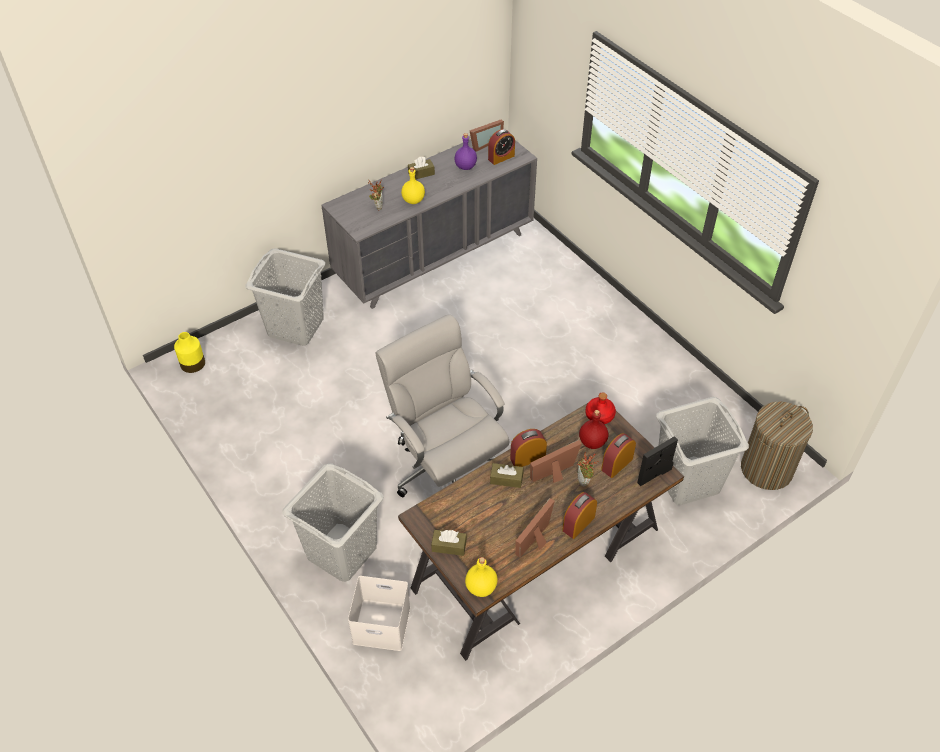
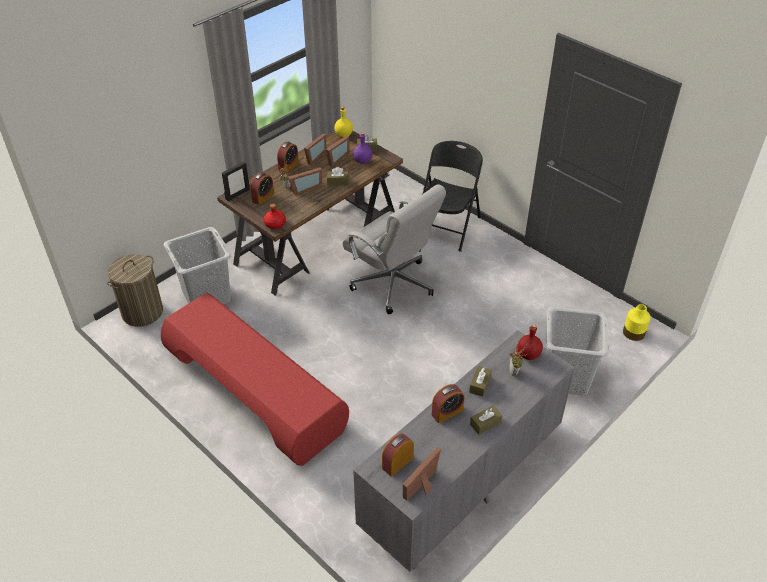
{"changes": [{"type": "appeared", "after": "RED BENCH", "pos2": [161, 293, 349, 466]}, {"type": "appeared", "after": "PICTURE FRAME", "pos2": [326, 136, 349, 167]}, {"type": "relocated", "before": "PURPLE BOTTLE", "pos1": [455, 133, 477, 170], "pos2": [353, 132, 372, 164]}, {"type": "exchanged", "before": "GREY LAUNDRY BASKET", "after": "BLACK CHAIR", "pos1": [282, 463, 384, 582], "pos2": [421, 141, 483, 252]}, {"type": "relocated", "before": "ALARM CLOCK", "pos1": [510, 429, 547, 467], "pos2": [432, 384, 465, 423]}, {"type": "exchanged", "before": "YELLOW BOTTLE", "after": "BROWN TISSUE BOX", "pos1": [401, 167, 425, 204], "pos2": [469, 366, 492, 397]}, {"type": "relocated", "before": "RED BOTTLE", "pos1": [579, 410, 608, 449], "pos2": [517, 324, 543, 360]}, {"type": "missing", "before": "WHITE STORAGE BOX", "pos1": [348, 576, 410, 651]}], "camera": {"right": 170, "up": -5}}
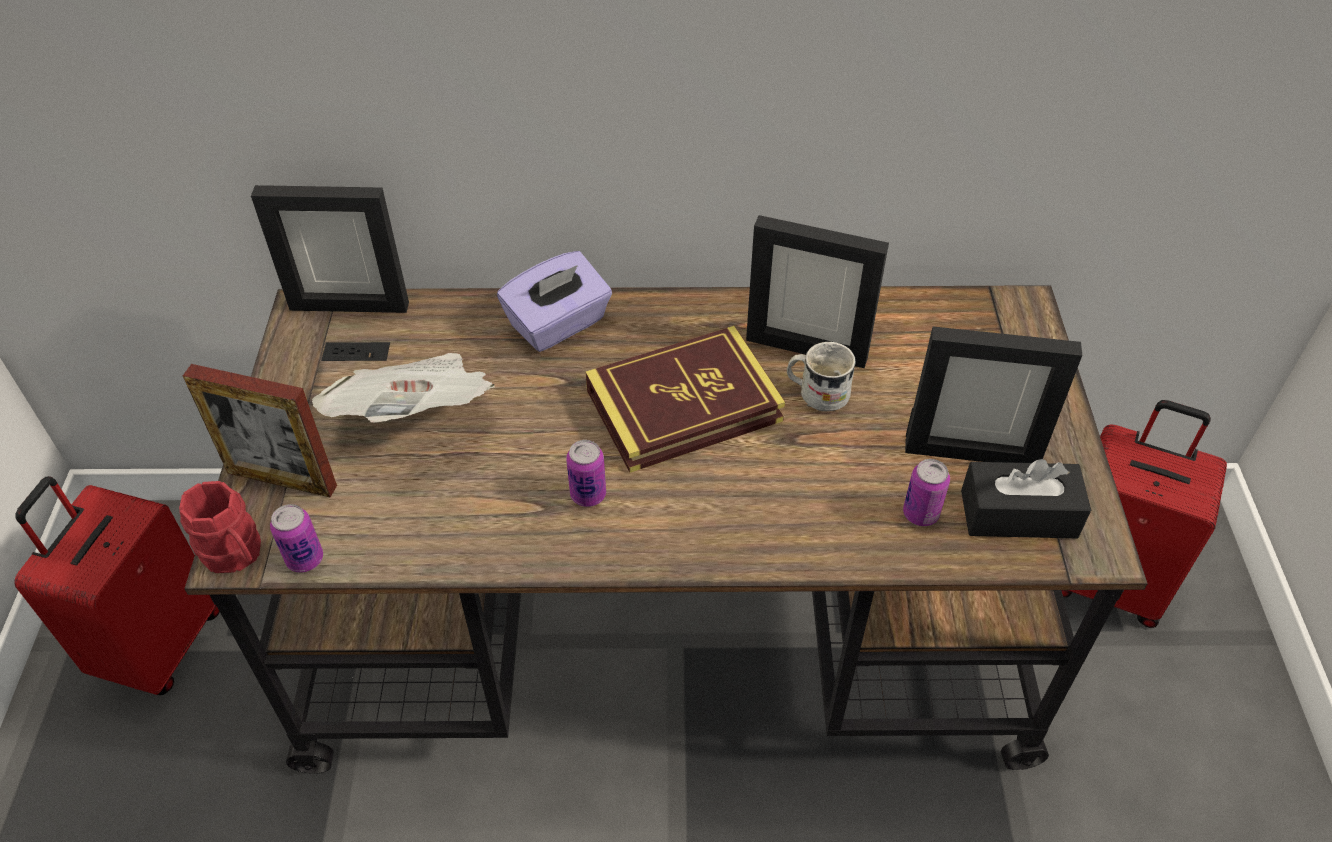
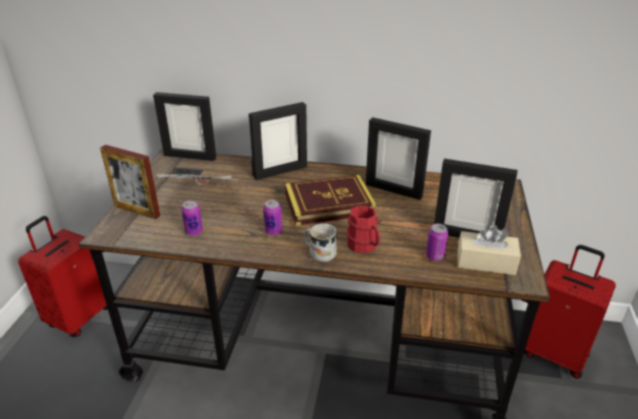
{"changes": [{"type": "relocated", "before": "CAN", "pos1": [270, 504, 323, 573], "pos2": [181, 201, 203, 236]}, {"type": "exchanged", "before": "PURPLE TISSUE BOX", "after": "PICTURE FRAME", "pos1": [497, 251, 612, 352], "pos2": [249, 102, 307, 180]}, {"type": "relocated", "before": "WHITE MUG", "pos1": [787, 342, 856, 412], "pos2": [303, 223, 337, 262]}, {"type": "relocated", "before": "RED MUG", "pos1": [179, 481, 261, 573], "pos2": [346, 206, 380, 253]}, {"type": "colour", "before": "BLACK TISSUE BOX", "after": "BEIGE TISSUE BOX", "pos1": [961, 459, 1091, 539], "pos2": [458, 225, 521, 275]}], "camera": {"right": 10, "up": -15}}
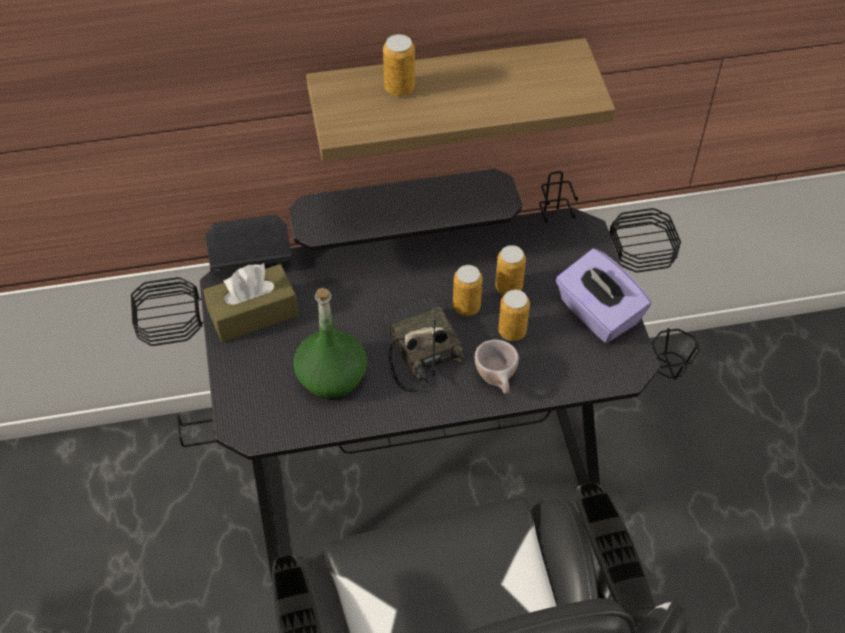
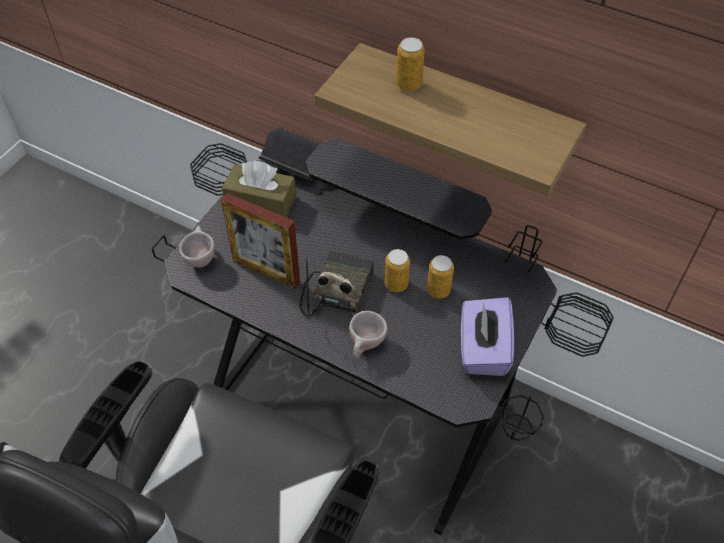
{"changes": [{"type": "appeared", "after": "BEIGE CUP", "pos2": [179, 226, 215, 268]}, {"type": "exchanged", "before": "GREEN BOTTLE", "after": "PICTURE FRAME", "pos1": [294, 288, 367, 399], "pos2": [221, 193, 300, 288]}, {"type": "missing", "before": "CAN", "pos1": [498, 290, 530, 341]}], "camera": {"right": 40, "up": 0}}
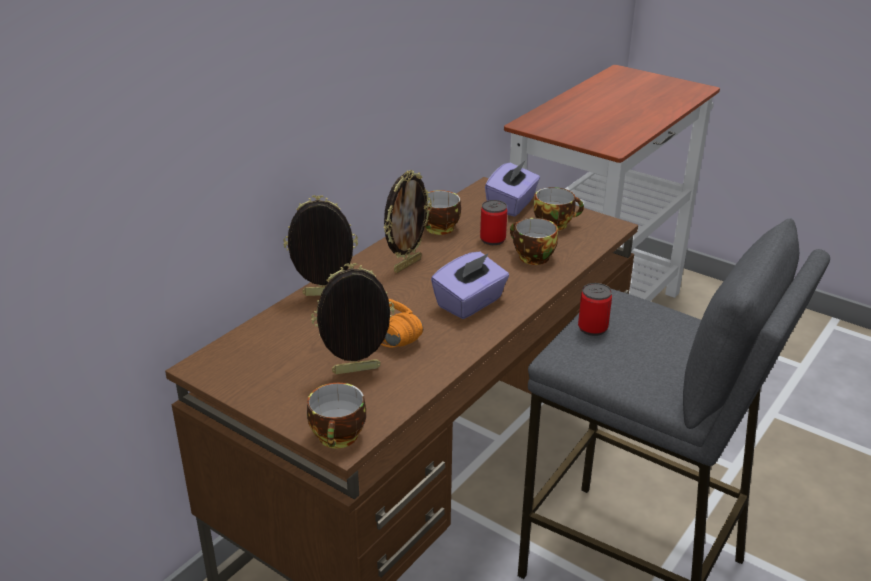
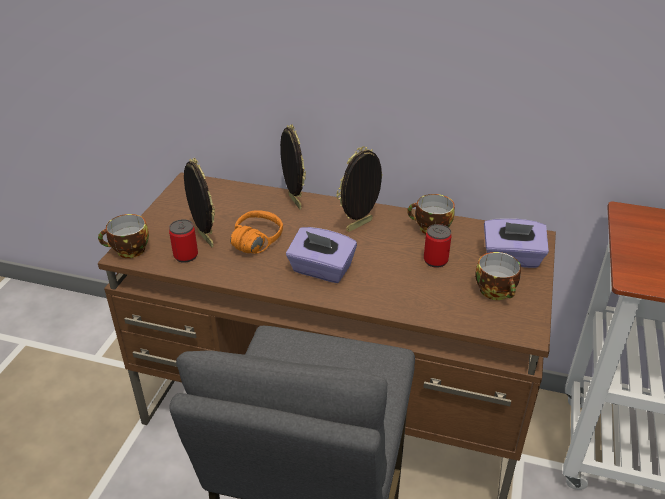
{"changes": [{"type": "relocated", "before": "CAN", "pos1": [578, 283, 612, 336], "pos2": [169, 219, 198, 263]}, {"type": "spun", "before": "PICTURE FRAME", "pos1": [383, 170, 432, 273], "pos2": [336, 146, 383, 232], "turn": 120}, {"type": "missing", "before": "CUP", "pos1": [510, 218, 558, 265]}], "camera": {"right": 70, "up": 5}}
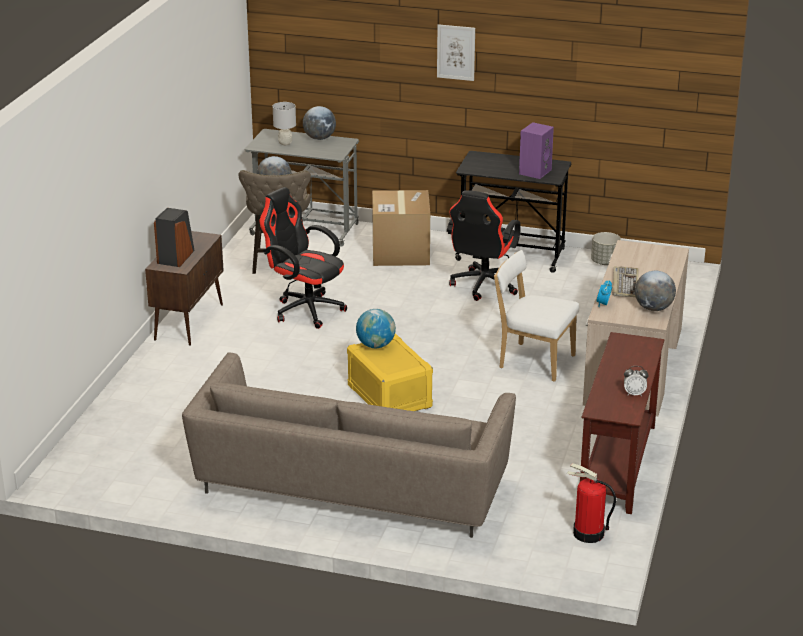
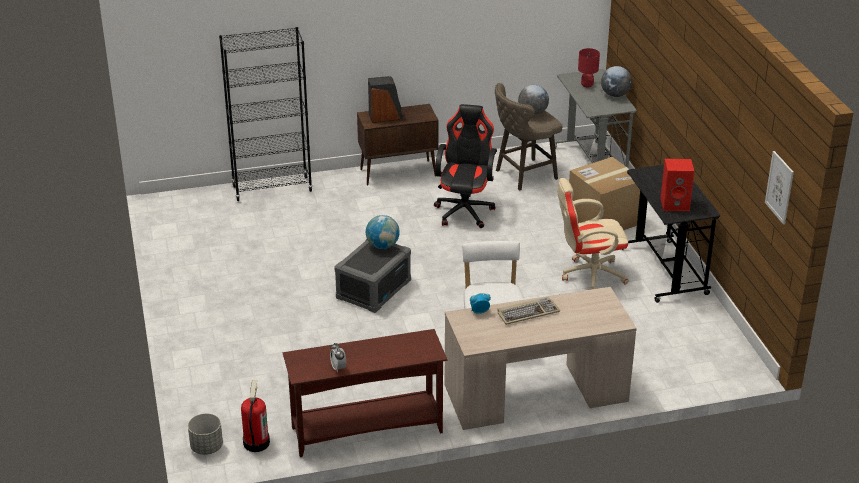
{"changes": [{"type": "relocated", "before": "GREY PLANTER", "pos1": [591, 232, 621, 265], "pos2": [188, 413, 223, 455]}, {"type": "appeared", "after": "BLACK BOOKCASE", "pos2": [219, 27, 313, 201]}, {"type": "colour", "before": "YELLOW STORAGE BOX", "after": "GREY STORAGE BOX", "pos1": [347, 334, 433, 411], "pos2": [334, 239, 411, 313]}, {"type": "colour", "before": "BLACK OFFICE CHAIR", "after": "BEIGE OFFICE CHAIR", "pos1": [447, 190, 521, 301], "pos2": [557, 178, 628, 290]}, {"type": "colour", "before": "GREY TABLE LAMP", "after": "RED TABLE LAMP", "pos1": [273, 102, 296, 145], "pos2": [578, 48, 600, 88]}, {"type": "colour", "before": "PURPLE SPEAKER", "after": "RED SPEAKER", "pos1": [519, 122, 554, 179], "pos2": [660, 159, 694, 211]}, {"type": "relocated", "before": "PICTURE", "pos1": [437, 24, 475, 81], "pos2": [765, 151, 794, 225]}, {"type": "missing", "before": "BEIGE SOFA", "pos1": [182, 352, 516, 538]}, {"type": "missing", "before": "GLOBE", "pos1": [635, 271, 676, 311]}], "camera": {"right": 60, "up": 5}}
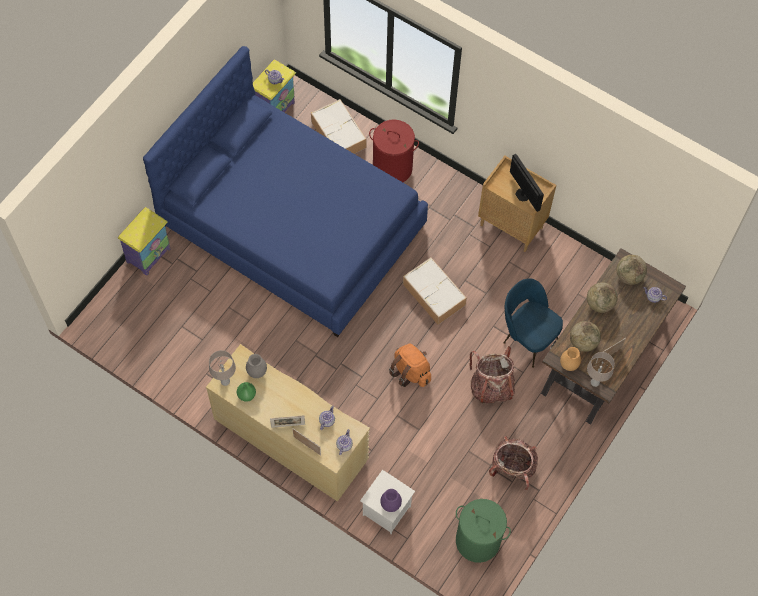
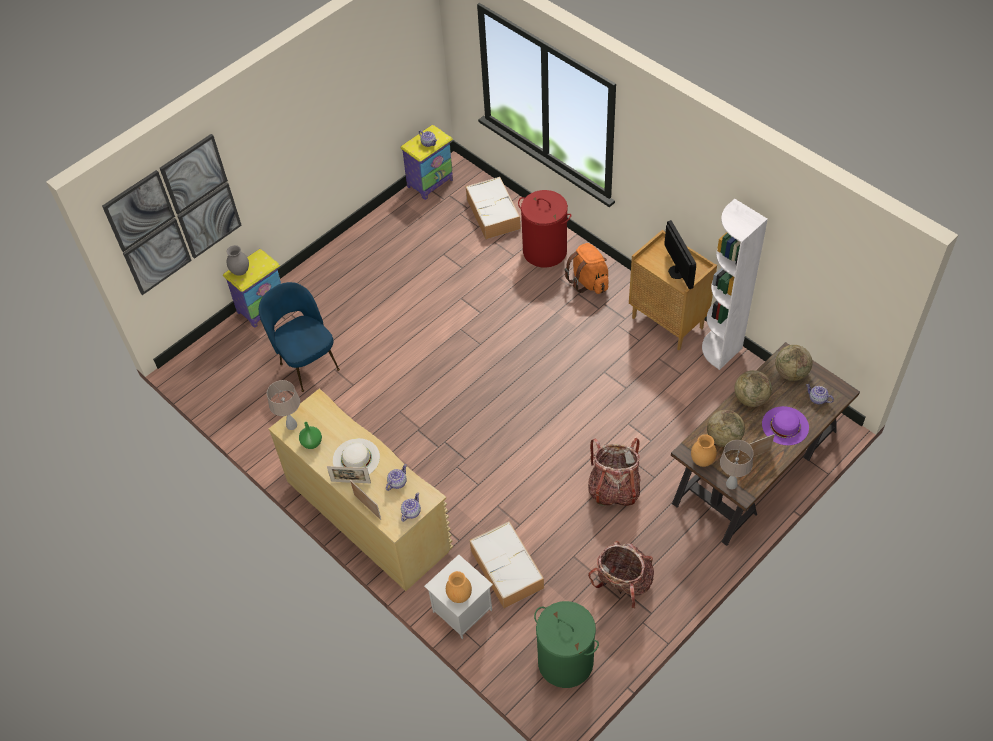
{"changes": [{"type": "appeared", "after": "PICTURE", "pos2": [102, 134, 242, 295]}, {"type": "relocated", "before": "GREY VASE", "pos1": [246, 354, 267, 378], "pos2": [227, 245, 249, 276]}, {"type": "relocated", "before": "BLUE CHAIR", "pos1": [503, 278, 563, 368], "pos2": [259, 282, 340, 392]}, {"type": "appeared", "after": "WHITE HAT", "pos2": [333, 438, 380, 474]}, {"type": "colour", "before": "PURPLE VASE", "after": "BROWN VASE", "pos1": [380, 489, 402, 512], "pos2": [446, 571, 472, 603]}, {"type": "relocated", "before": "STORAGE BOX", "pos1": [403, 258, 467, 325], "pos2": [469, 521, 544, 608]}, {"type": "relocated", "before": "ORANGE BACKPACK", "pos1": [389, 344, 431, 387], "pos2": [564, 243, 608, 294]}, {"type": "appeared", "after": "WHITE BOOKCASE", "pos2": [702, 199, 768, 370]}, {"type": "appeared", "after": "PURPLE HAT", "pos2": [762, 406, 809, 445]}, {"type": "missing", "before": "BLUE BED", "pos1": [143, 46, 428, 337]}], "camera": {"right": 15, "up": -10}}
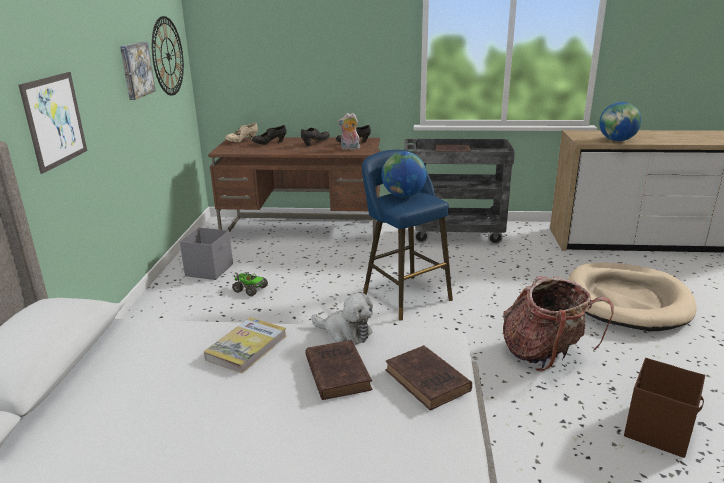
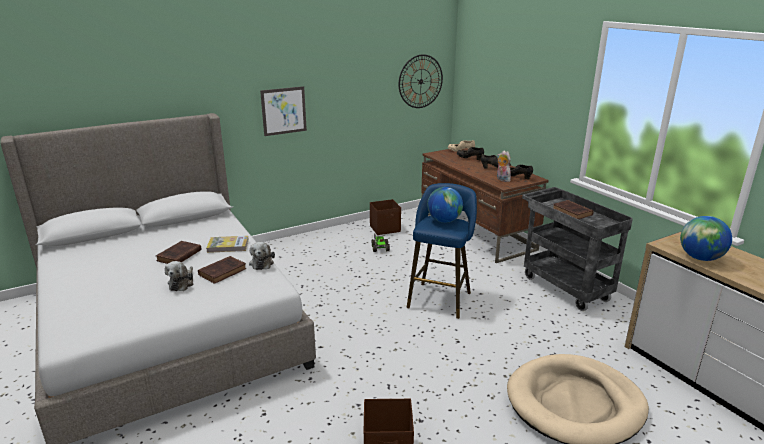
{"changes": [{"type": "relocated", "before": "BROWN BOOK", "pos1": [385, 345, 472, 410], "pos2": [156, 241, 202, 264]}, {"type": "appeared", "after": "PLUSH TOY", "pos2": [165, 261, 194, 291]}, {"type": "colour", "before": "GREY STORAGE BOX", "after": "BROWN STORAGE BOX", "pos1": [180, 227, 233, 280], "pos2": [370, 199, 401, 235]}, {"type": "missing", "before": "PICTURE", "pos1": [120, 42, 156, 100]}, {"type": "missing", "before": "BACKPACK", "pos1": [503, 276, 614, 372]}], "camera": {"right": 55, "up": 0}}
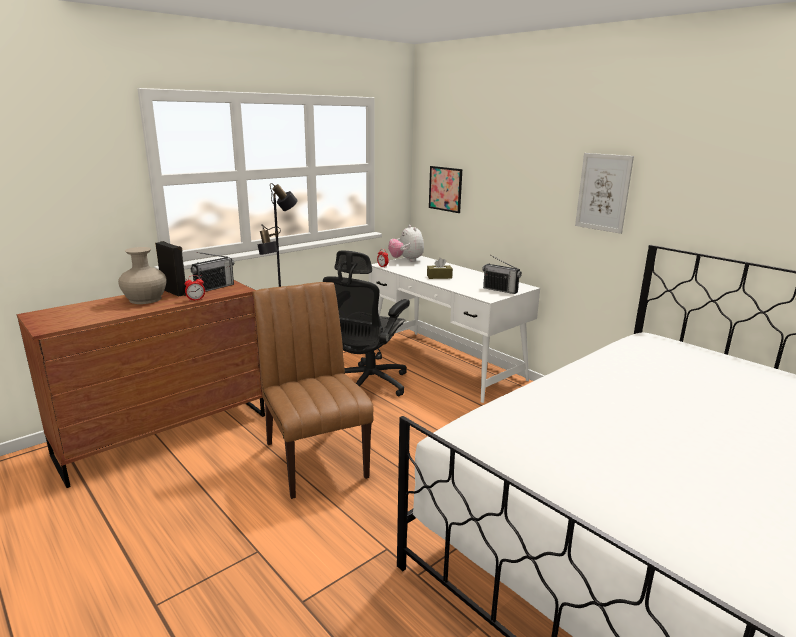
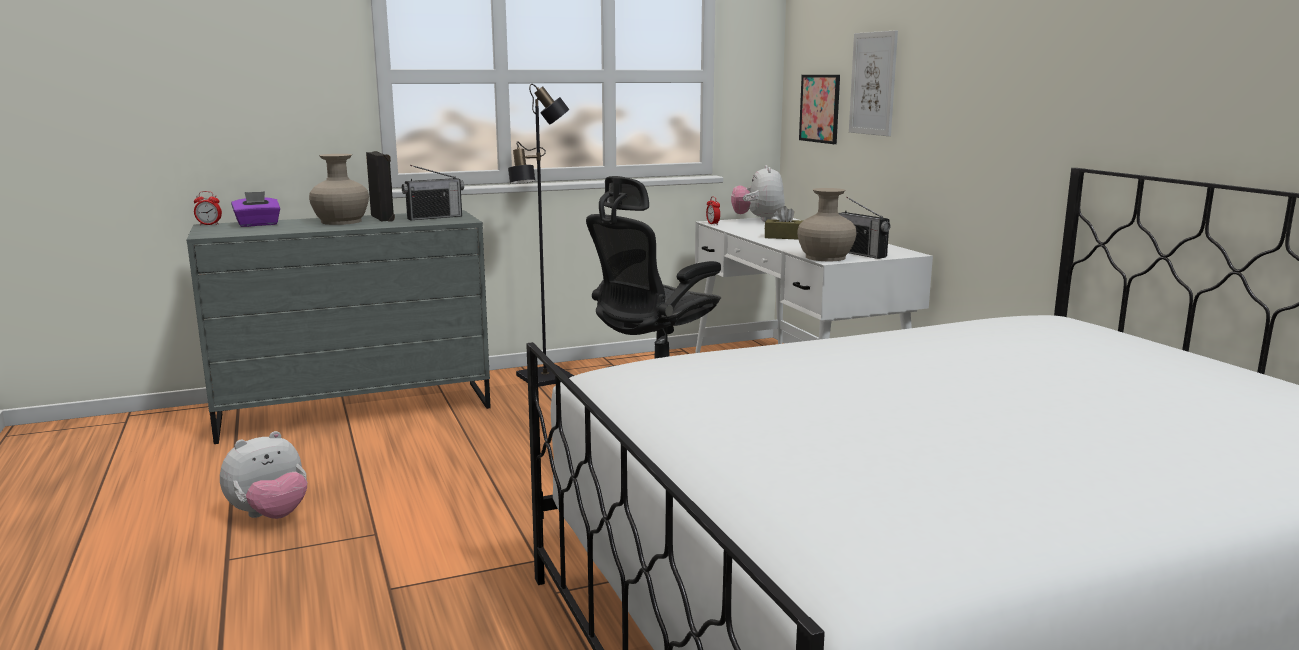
{"changes": [{"type": "colour", "before": "BROWN DRESSER", "after": "GREY DRESSER", "pos1": [17, 280, 265, 488], "pos2": [186, 210, 491, 444]}, {"type": "relocated", "before": "ALARM CLOCK", "pos1": [185, 275, 205, 301], "pos2": [194, 191, 222, 225]}, {"type": "appeared", "after": "PLUSH TOY", "pos2": [220, 431, 307, 519]}, {"type": "appeared", "after": "PURPLE TISSUE BOX", "pos2": [231, 191, 280, 227]}, {"type": "appeared", "after": "BEIGE VASE", "pos2": [797, 188, 856, 261]}, {"type": "relocated", "before": "PICTURE", "pos1": [575, 153, 634, 234], "pos2": [849, 30, 898, 136]}, {"type": "missing", "before": "BROWN CHAIR", "pos1": [253, 282, 374, 499]}], "camera": {"right": 20, "up": -5}}
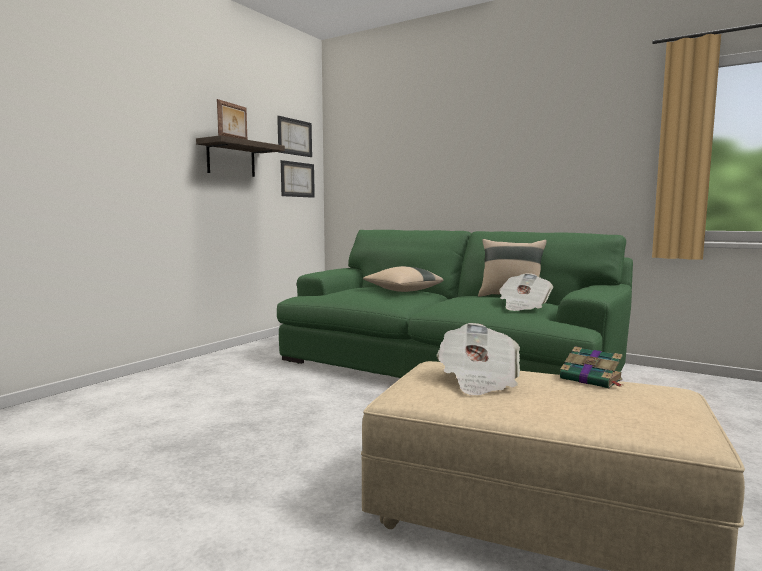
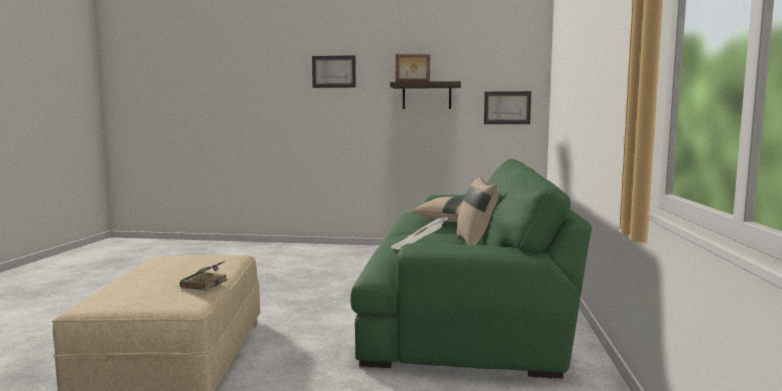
{"changes": [{"type": "relocated", "before": "PICTURE", "pos1": [277, 116, 312, 157], "pos2": [312, 55, 356, 88]}, {"type": "missing", "before": "NEWSPAPER", "pos1": [437, 323, 520, 395]}], "camera": {"right": 65, "up": 0}}
